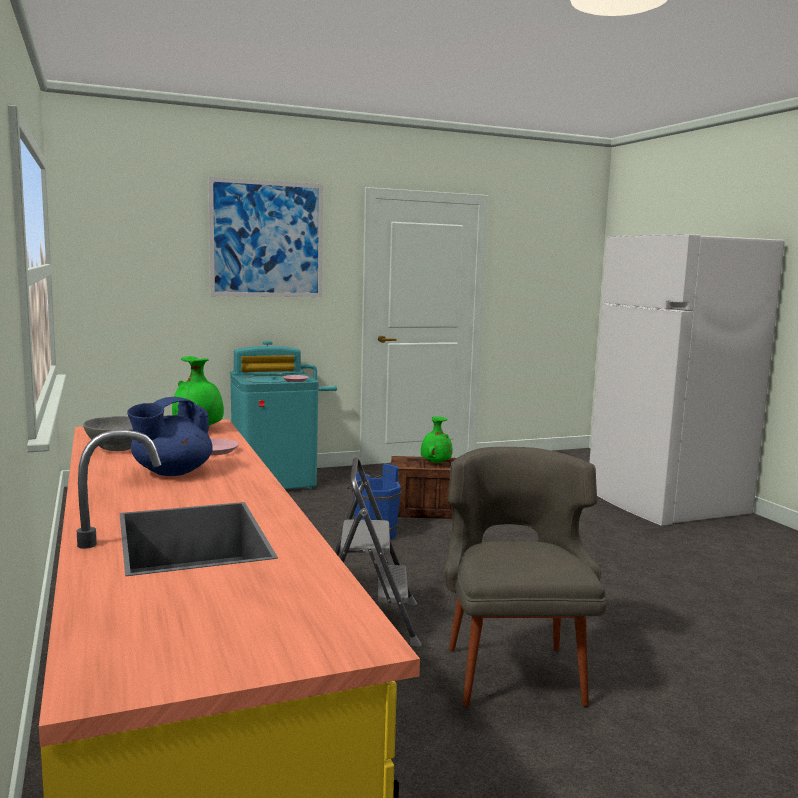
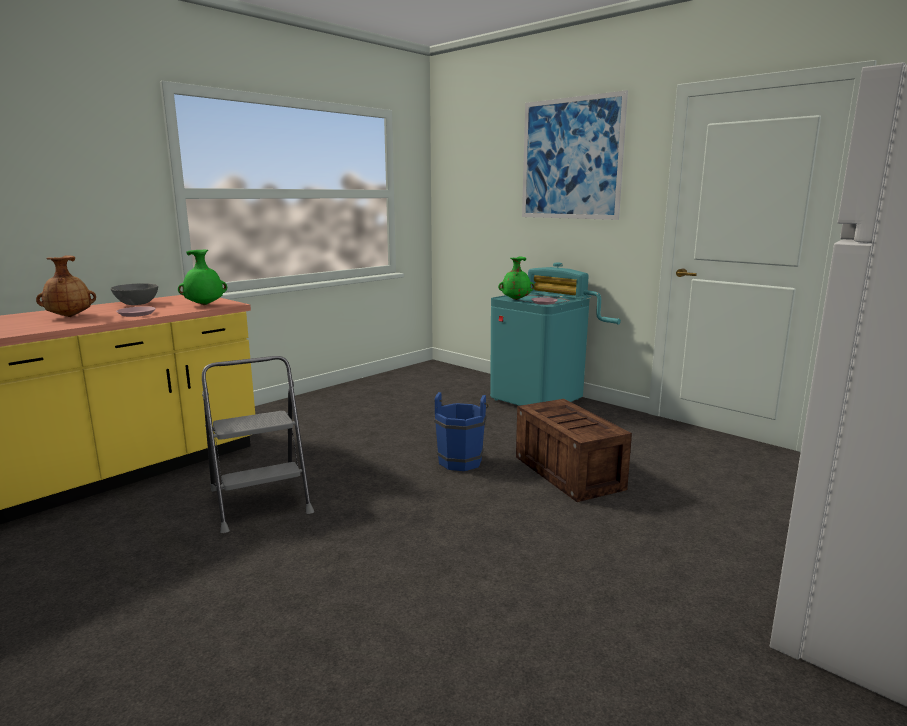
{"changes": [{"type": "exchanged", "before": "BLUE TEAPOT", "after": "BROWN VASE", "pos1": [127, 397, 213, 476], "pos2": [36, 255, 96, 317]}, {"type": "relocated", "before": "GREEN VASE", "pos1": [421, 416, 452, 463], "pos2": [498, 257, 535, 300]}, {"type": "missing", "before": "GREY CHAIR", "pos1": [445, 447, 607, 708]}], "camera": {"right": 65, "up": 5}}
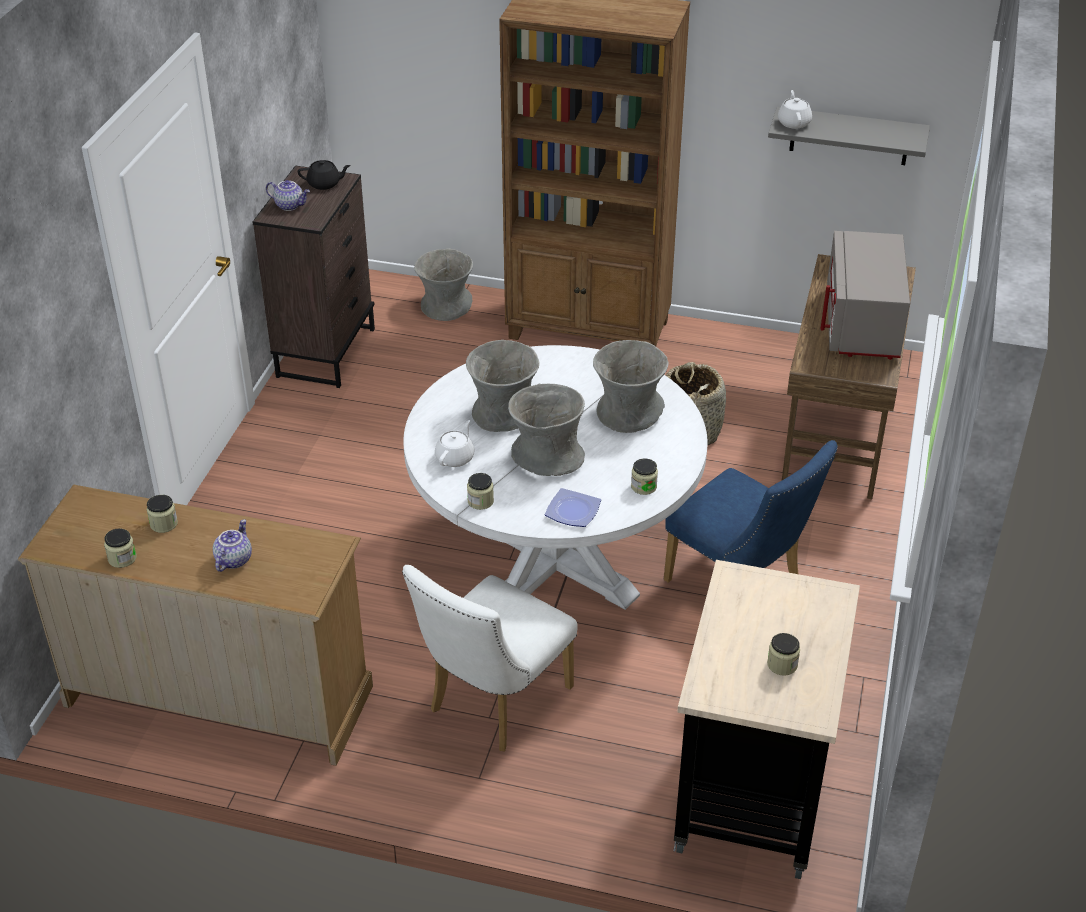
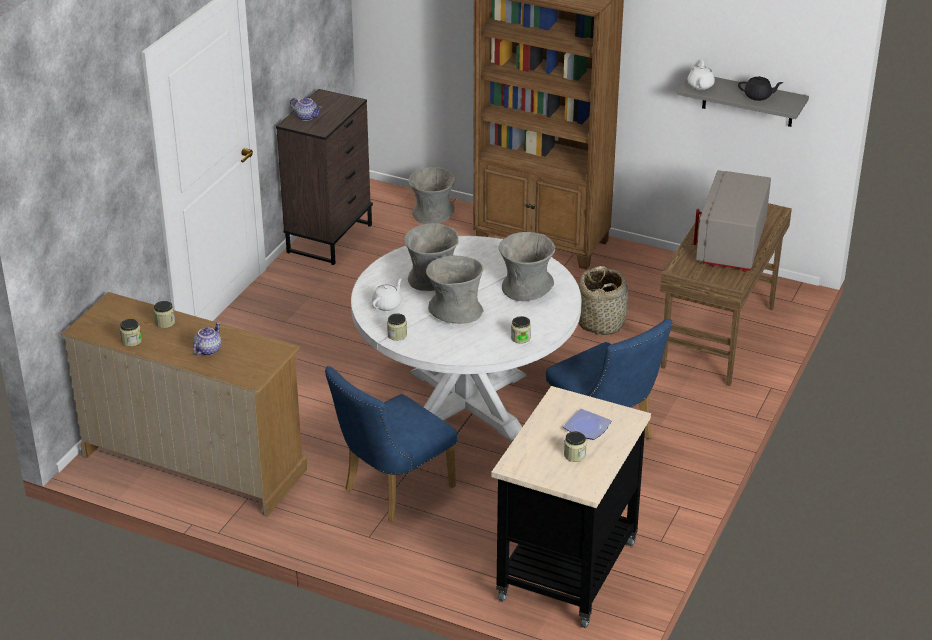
{"changes": [{"type": "colour", "before": "WHITE CHAIR", "after": "BLUE CHAIR", "pos1": [402, 565, 578, 751], "pos2": [325, 366, 457, 522]}, {"type": "relocated", "before": "PLATE", "pos1": [545, 488, 601, 527], "pos2": [563, 409, 611, 440]}, {"type": "relocated", "before": "BLACK TEAPOT", "pos1": [298, 160, 351, 190], "pos2": [738, 76, 783, 101]}], "camera": {"right": 10, "up": -5}}
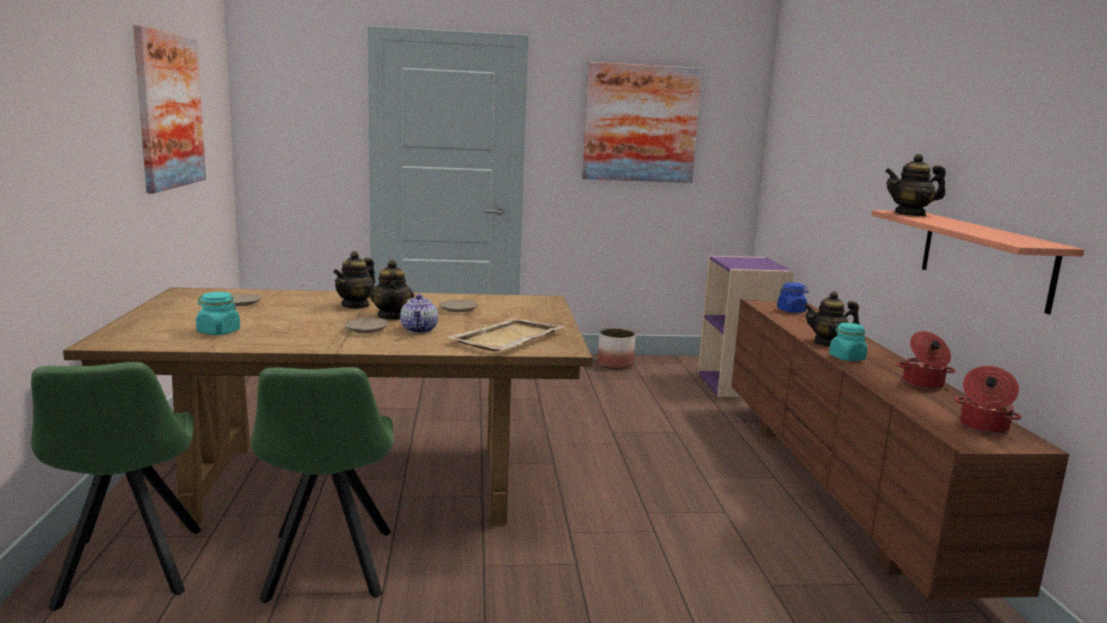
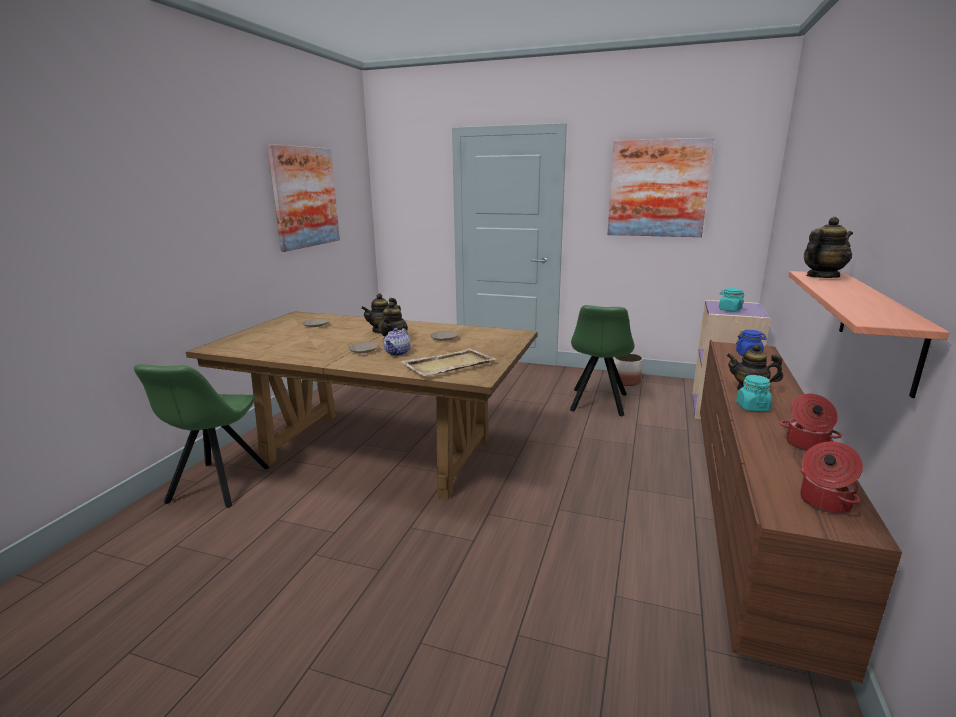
{"changes": [{"type": "relocated", "before": "GREEN CHAIR", "pos1": [251, 367, 394, 603], "pos2": [570, 305, 635, 416]}, {"type": "relocated", "before": "TURQUOISE JAR", "pos1": [196, 292, 240, 335], "pos2": [719, 288, 744, 311]}, {"type": "spun", "before": "TEAPOT", "pos1": [885, 154, 946, 216], "pos2": [804, 217, 853, 278], "turn": 135}], "camera": {"right": 25, "up": 5}}
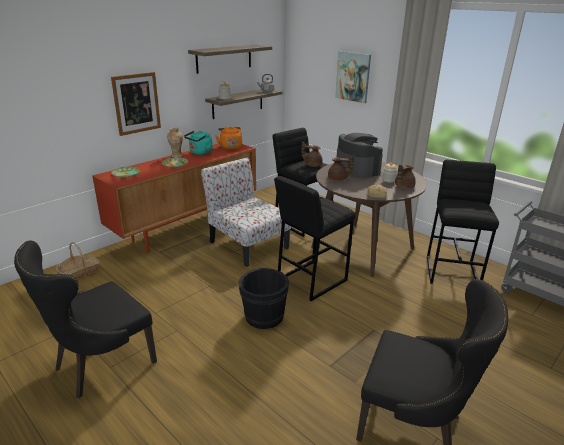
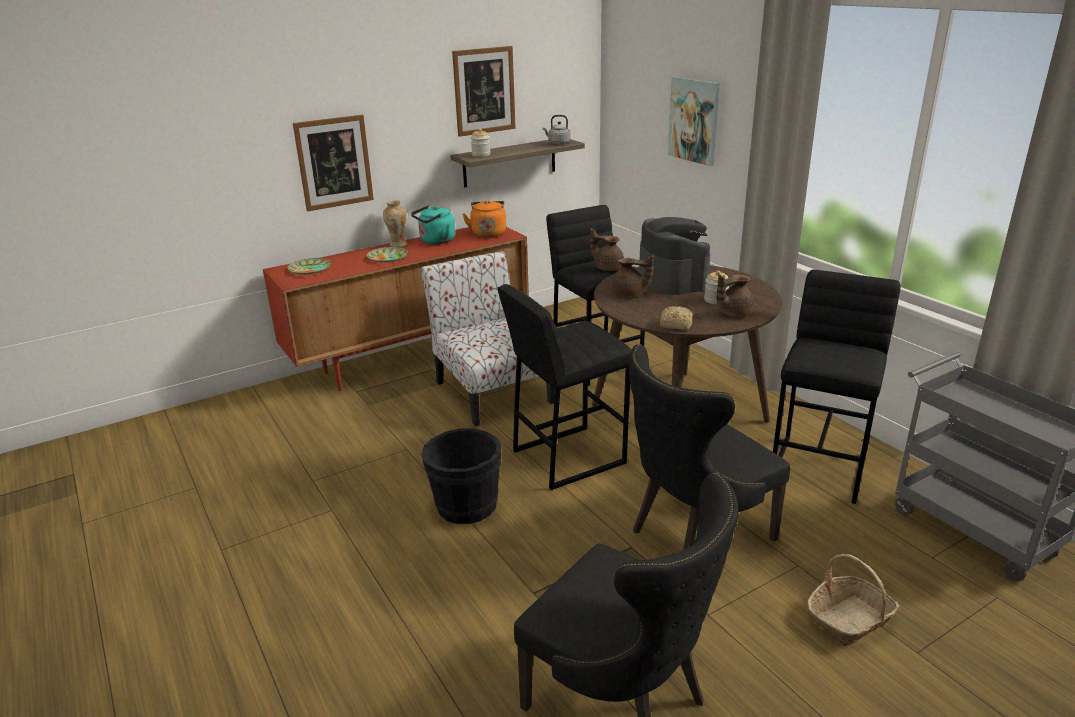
{"changes": [{"type": "exchanged", "before": "SHELF", "after": "PICTURE", "pos1": [188, 45, 272, 74], "pos2": [452, 46, 516, 137]}, {"type": "relocated", "before": "BLACK CHAIR", "pos1": [14, 240, 157, 398], "pos2": [629, 344, 790, 550]}, {"type": "relocated", "before": "BASKET", "pos1": [56, 242, 100, 279], "pos2": [807, 554, 899, 646]}], "camera": {"right": 15, "up": 0}}
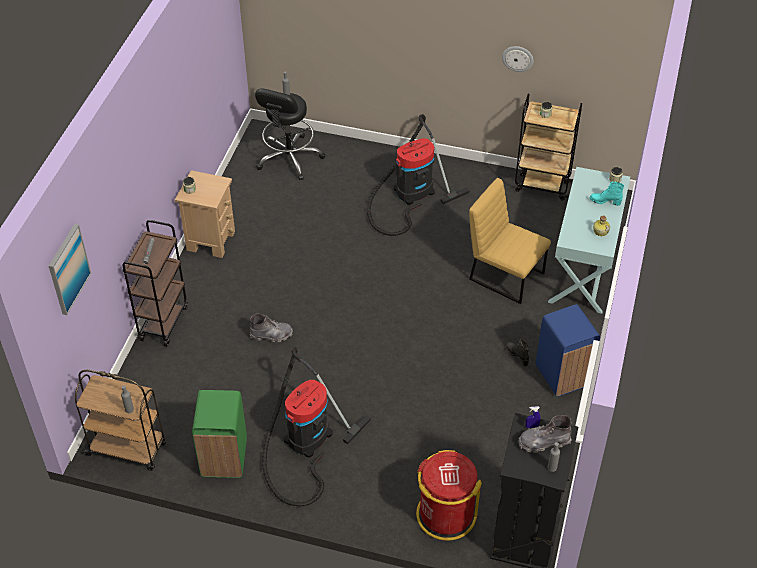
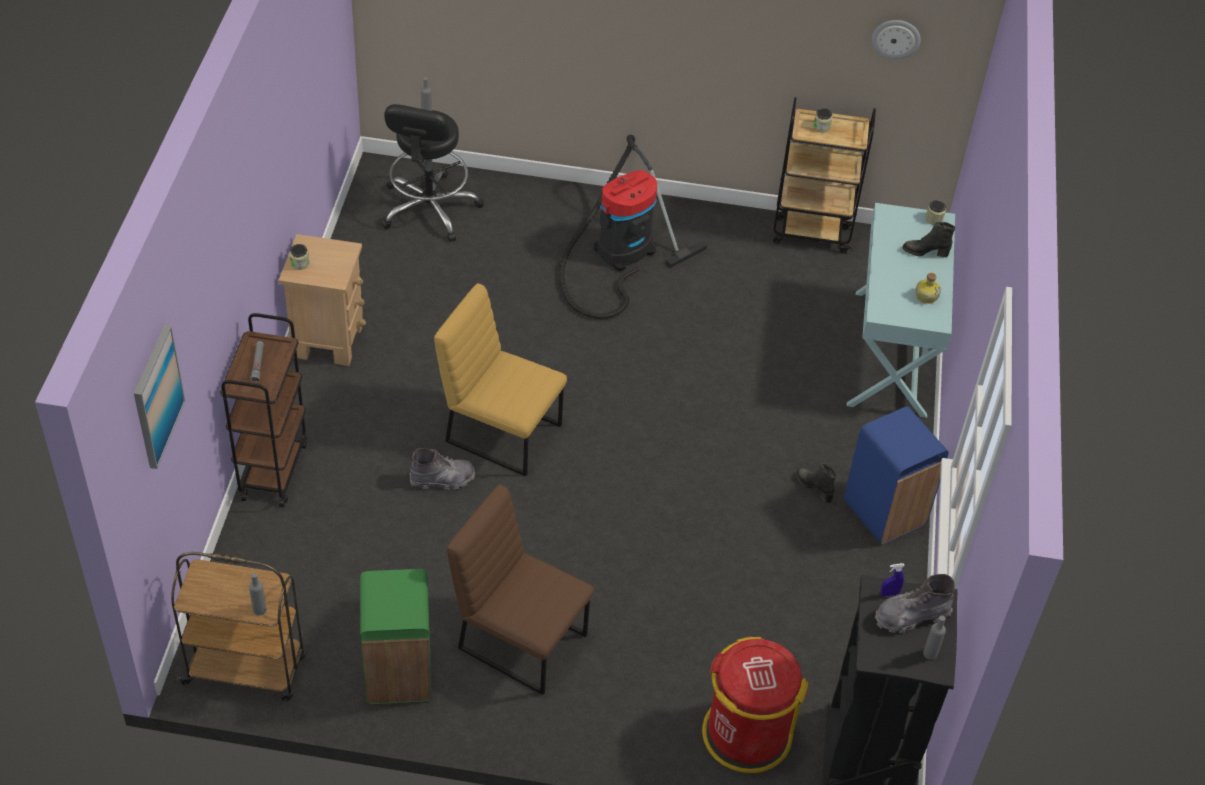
{"changes": [{"type": "relocated", "before": "YELLOW CHAIR", "pos1": [469, 178, 551, 304], "pos2": [434, 283, 567, 476]}, {"type": "exchanged", "before": "VACUUM CLEANER", "after": "BROWN CHAIR", "pos1": [262, 347, 371, 507], "pos2": [447, 484, 594, 695]}, {"type": "relocated", "before": "WALL CLOCK", "pos1": [502, 46, 533, 72], "pos2": [872, 20, 921, 59]}, {"type": "colour", "before": "TURQUOISE BOOT", "after": "BLACK BOOT", "pos1": [590, 181, 624, 206], "pos2": [903, 222, 956, 257]}], "camera": {"right": -10, "up": 0}}
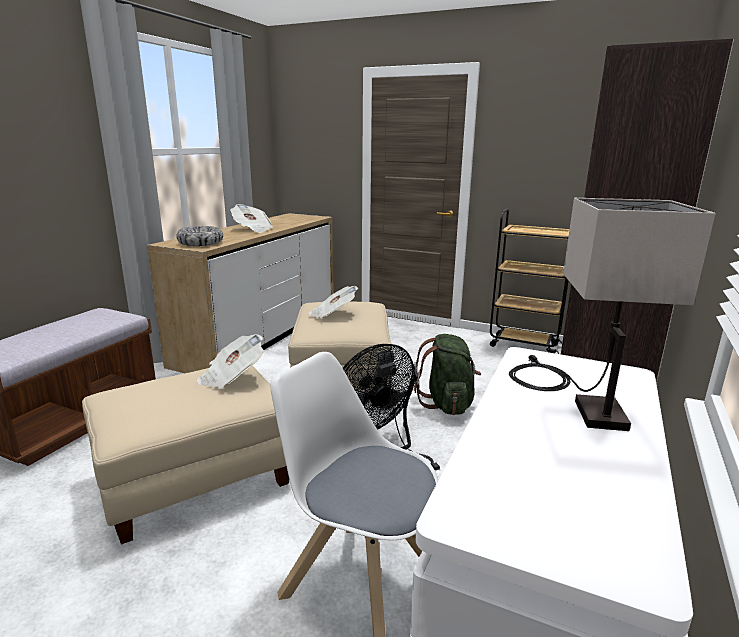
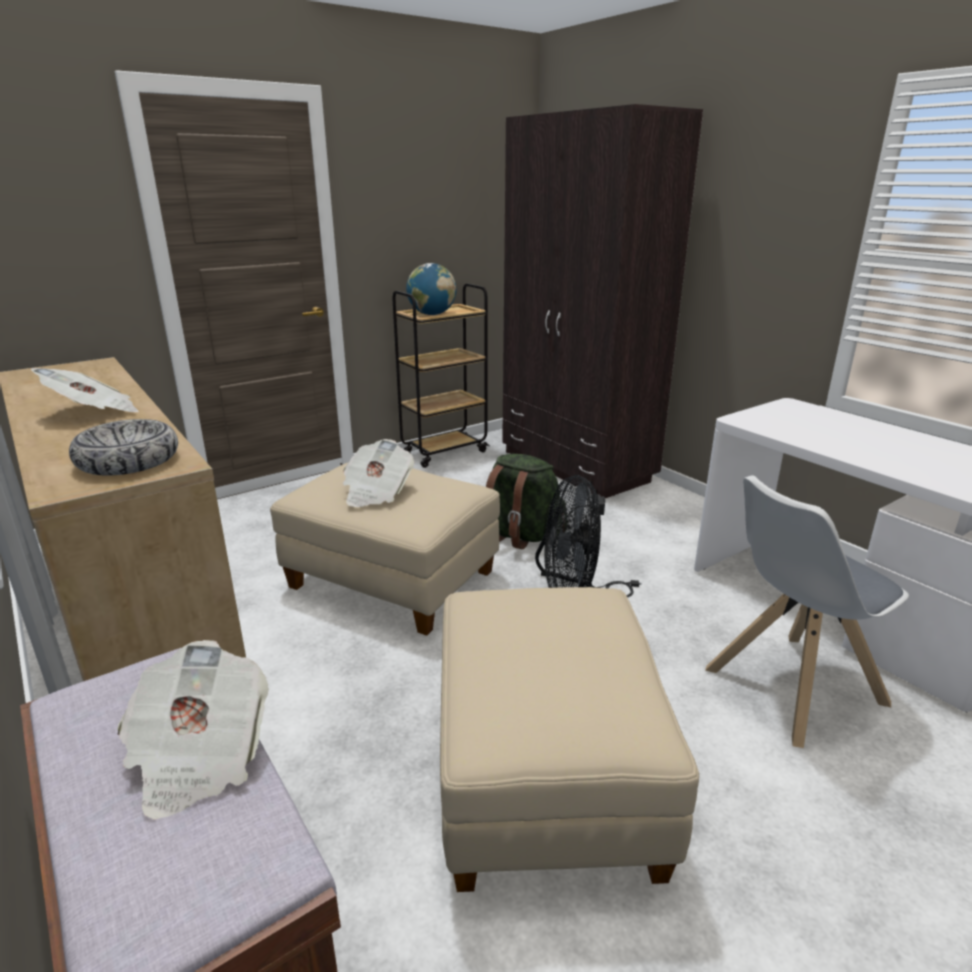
{"changes": [{"type": "relocated", "before": "NEWSPAPER", "pos1": [196, 334, 264, 389], "pos2": [117, 640, 269, 820]}, {"type": "appeared", "after": "GLOBE", "pos2": [406, 263, 456, 315]}, {"type": "missing", "before": "TABLE LAMP", "pos1": [509, 198, 715, 431]}], "camera": {"right": -60, "up": 5}}
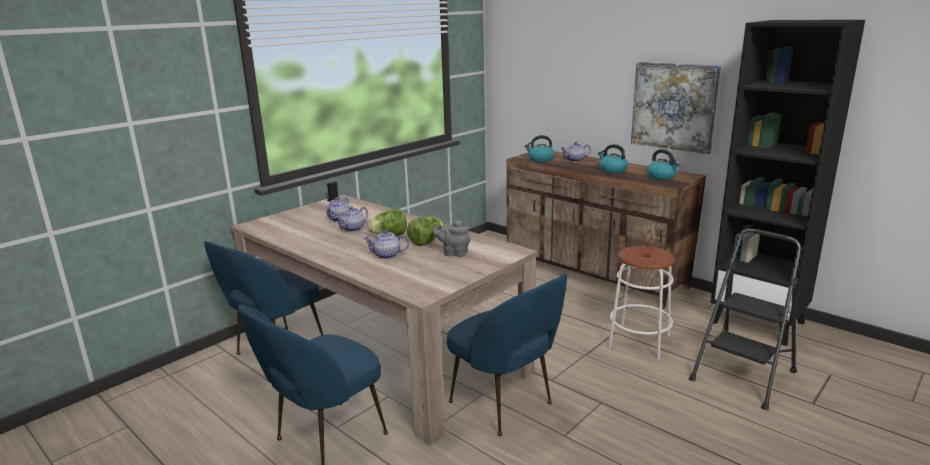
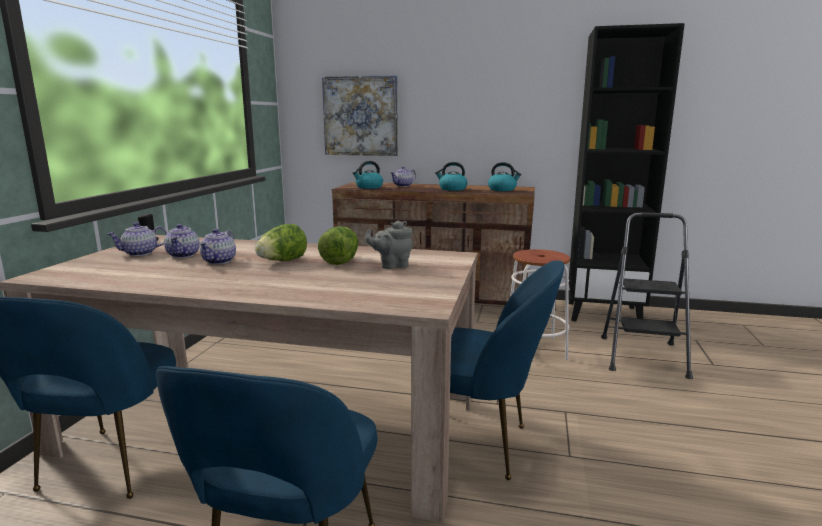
{"changes": [{"type": "relocated", "before": "TEAPOT", "pos1": [363, 230, 409, 259], "pos2": [107, 222, 167, 256]}, {"type": "relocated", "before": "PICTURE", "pos1": [631, 62, 721, 154], "pos2": [322, 75, 398, 156]}], "camera": {"right": -30, "up": -5}}
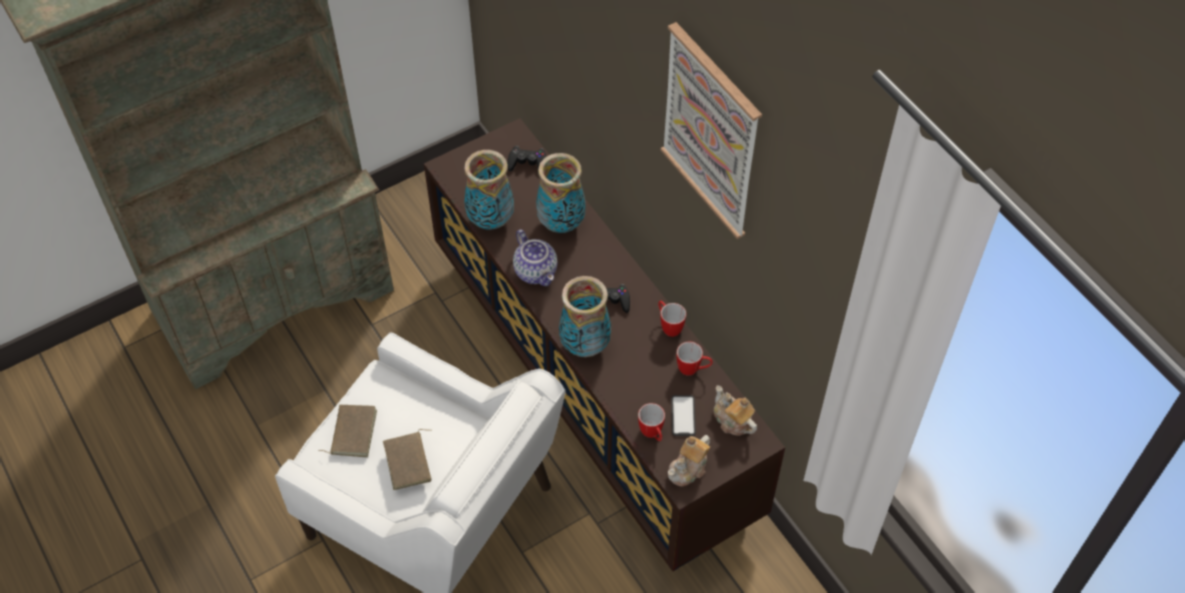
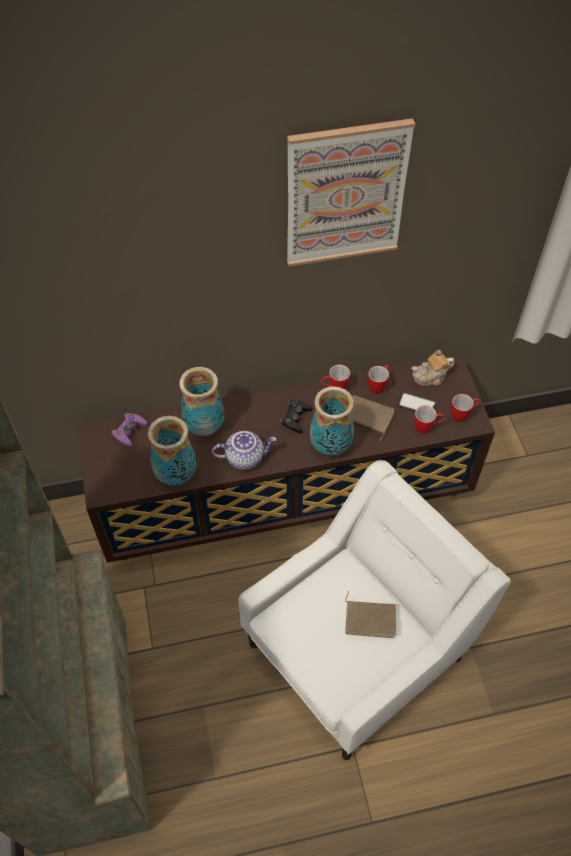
{"changes": [{"type": "colour", "before": "BLACK GAME CONTROLLER", "after": "PURPLE GAME CONTROLLER", "pos1": [508, 146, 546, 171], "pos2": [111, 413, 148, 447]}, {"type": "relocated", "before": "BROWN BOOK", "pos1": [318, 405, 377, 457], "pos2": [351, 395, 395, 440]}, {"type": "exchanged", "before": "TEAPOT", "after": "MUG", "pos1": [668, 435, 710, 486], "pos2": [451, 394, 479, 422]}], "camera": {"right": -70, "up": 0}}
